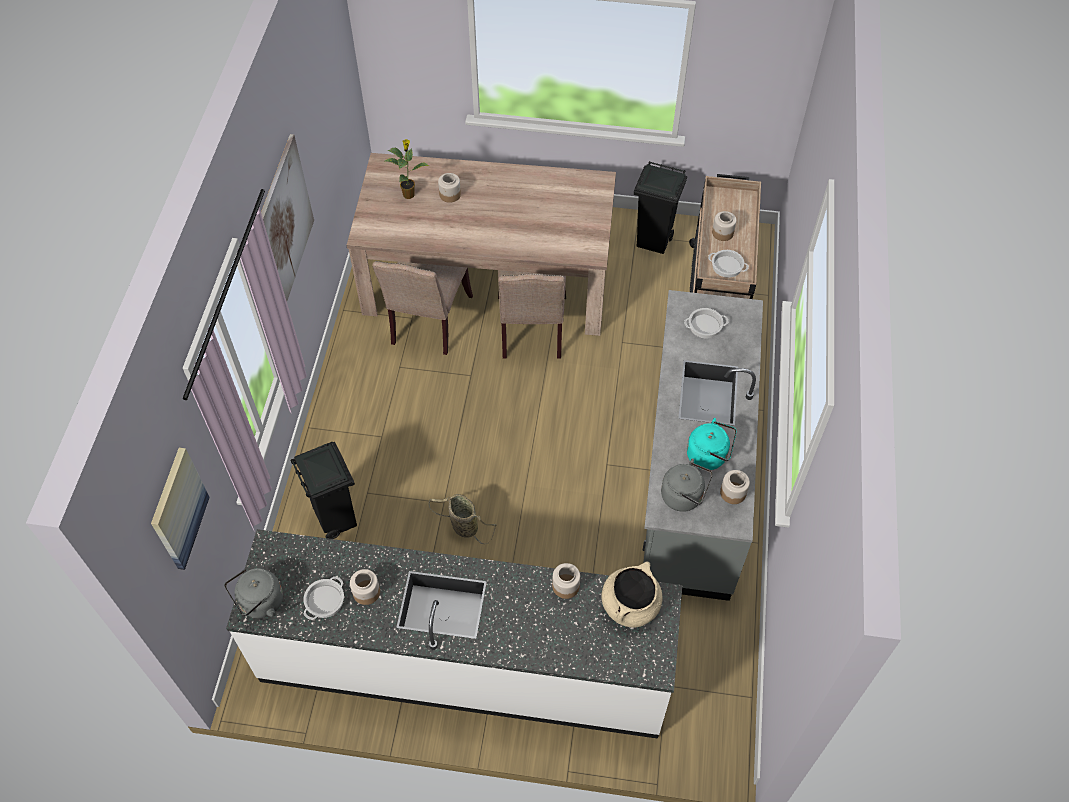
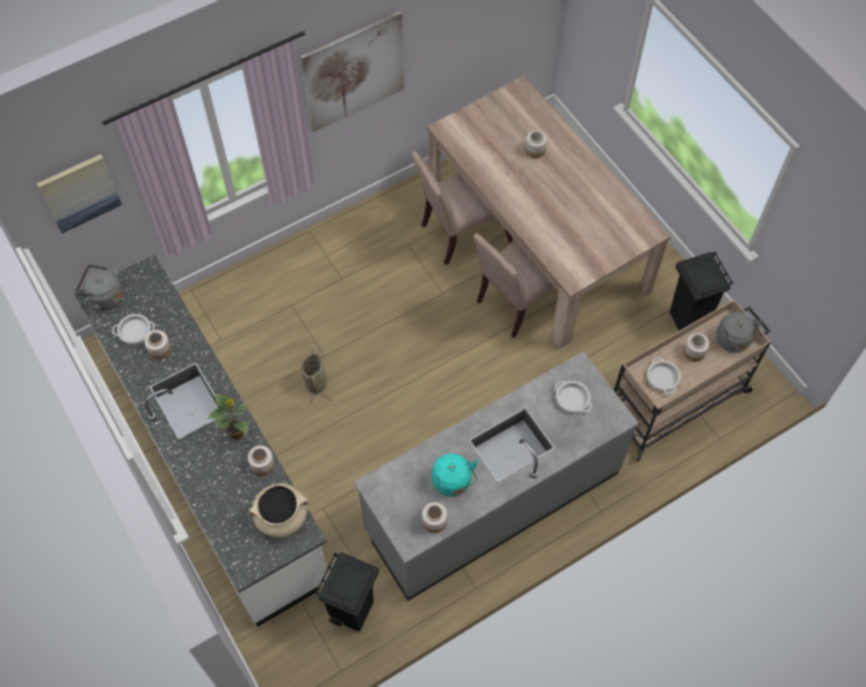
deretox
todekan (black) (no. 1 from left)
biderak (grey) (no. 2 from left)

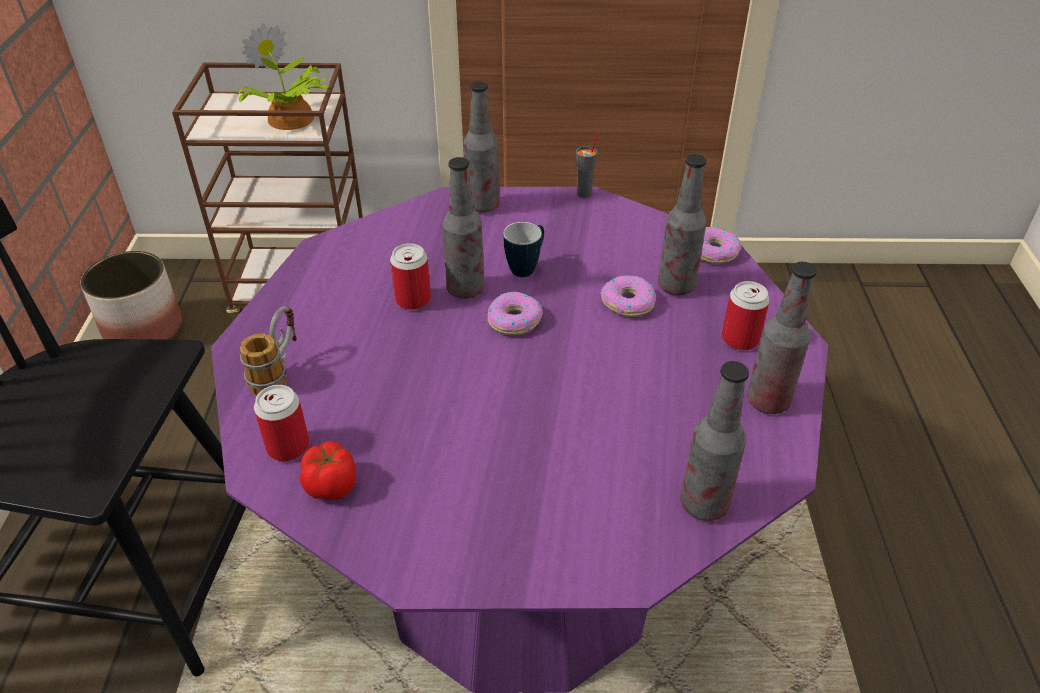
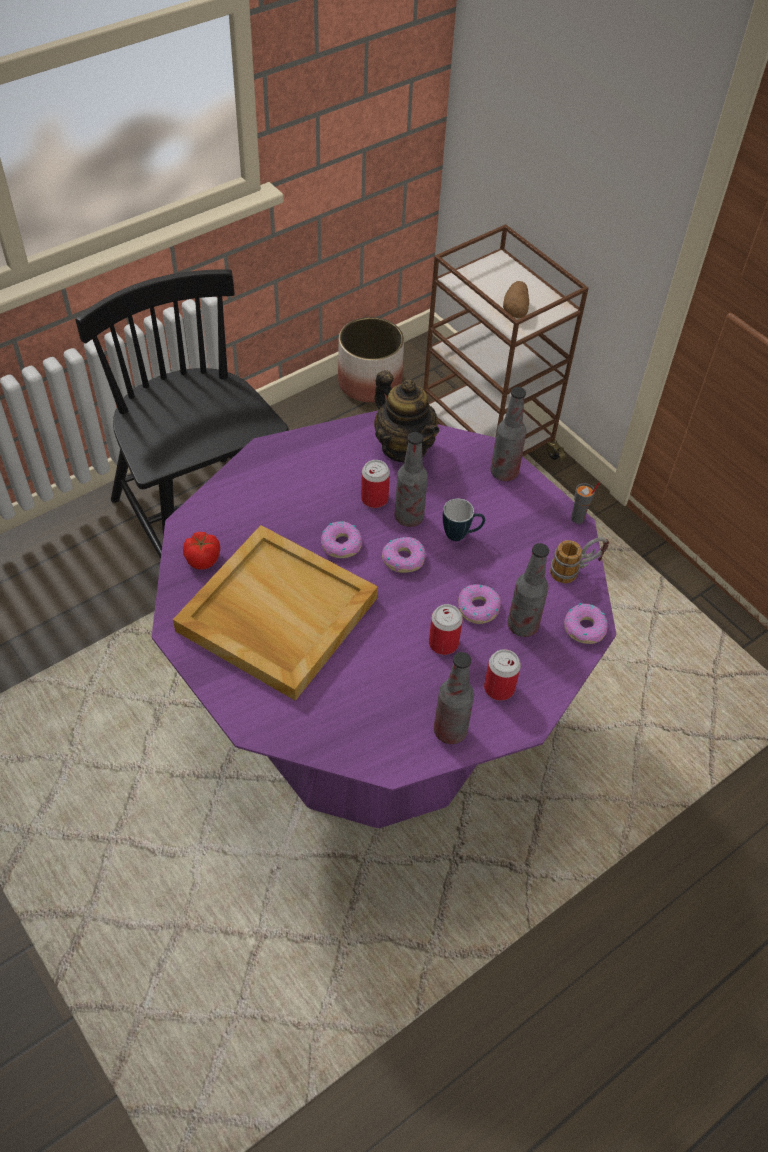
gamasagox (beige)
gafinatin (no. 1 from left)
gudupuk
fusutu (no. 2 from left)
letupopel
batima (no. 2 from left)
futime (no. 4 from left in the first image)

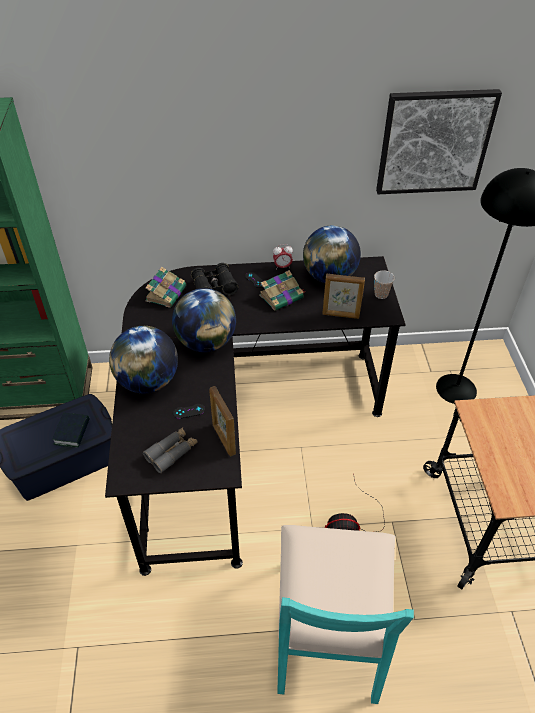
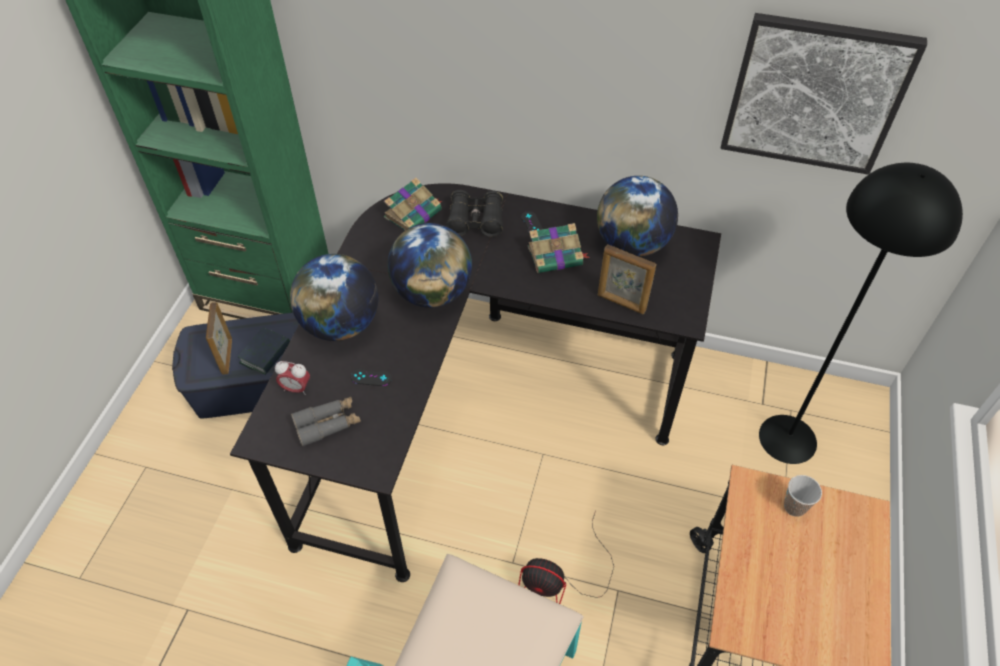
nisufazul (no. 1 from left)
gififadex
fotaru

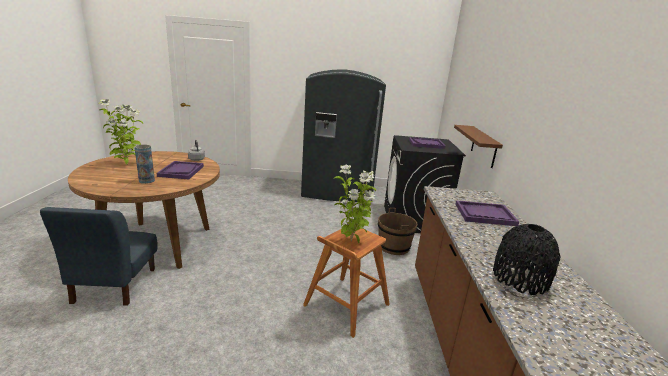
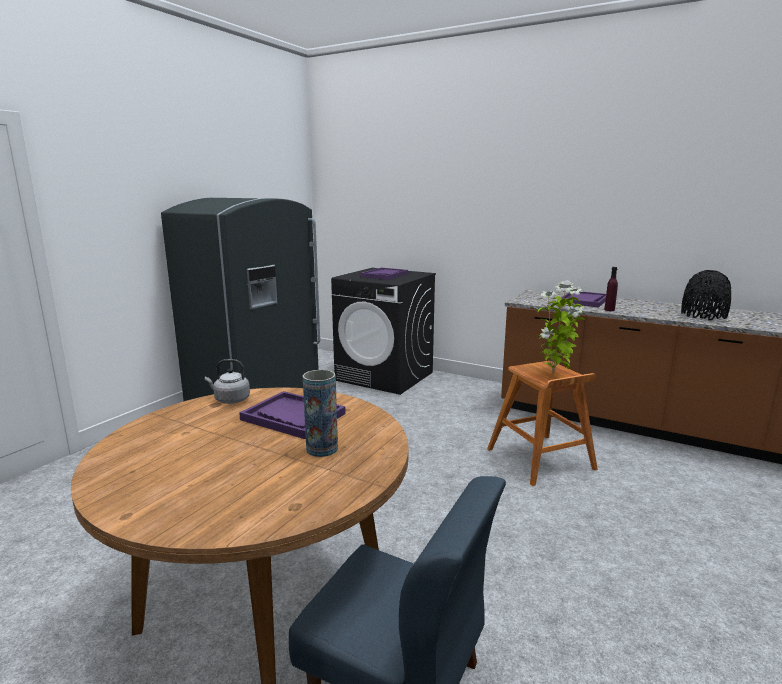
futime (purple)
deretox (no. 1 from left in the first image)
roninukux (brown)
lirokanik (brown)

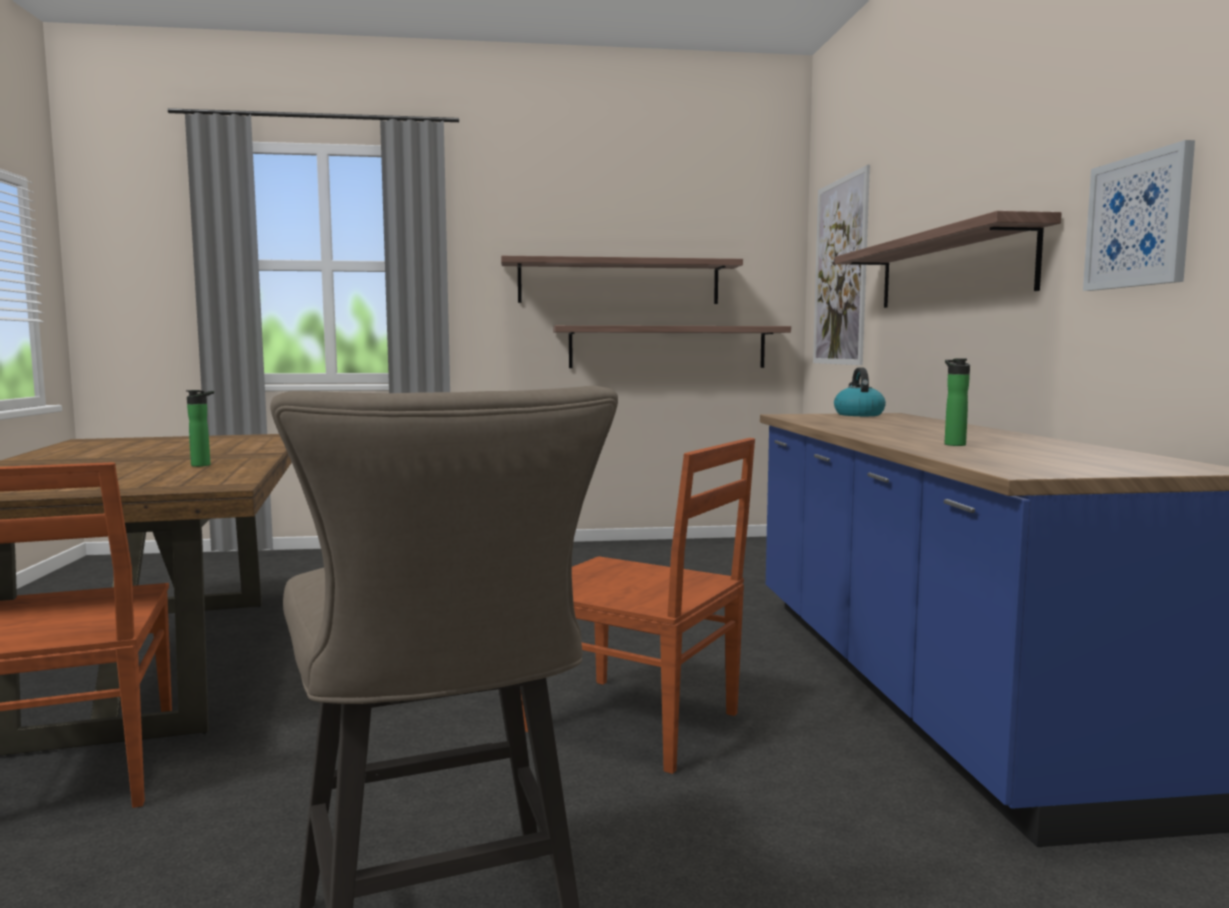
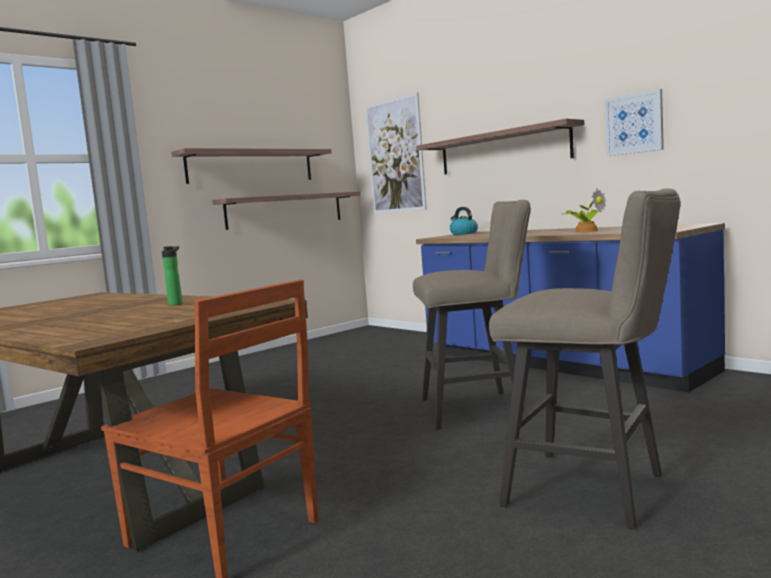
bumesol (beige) (no. 1 from left)
deretox

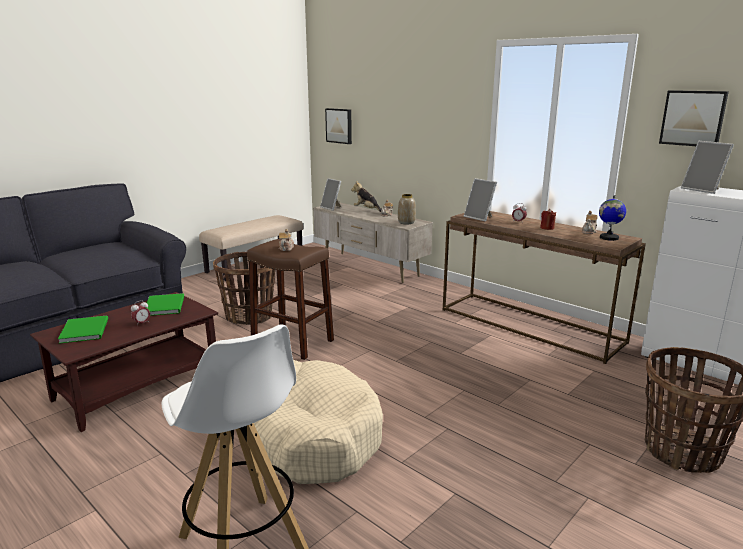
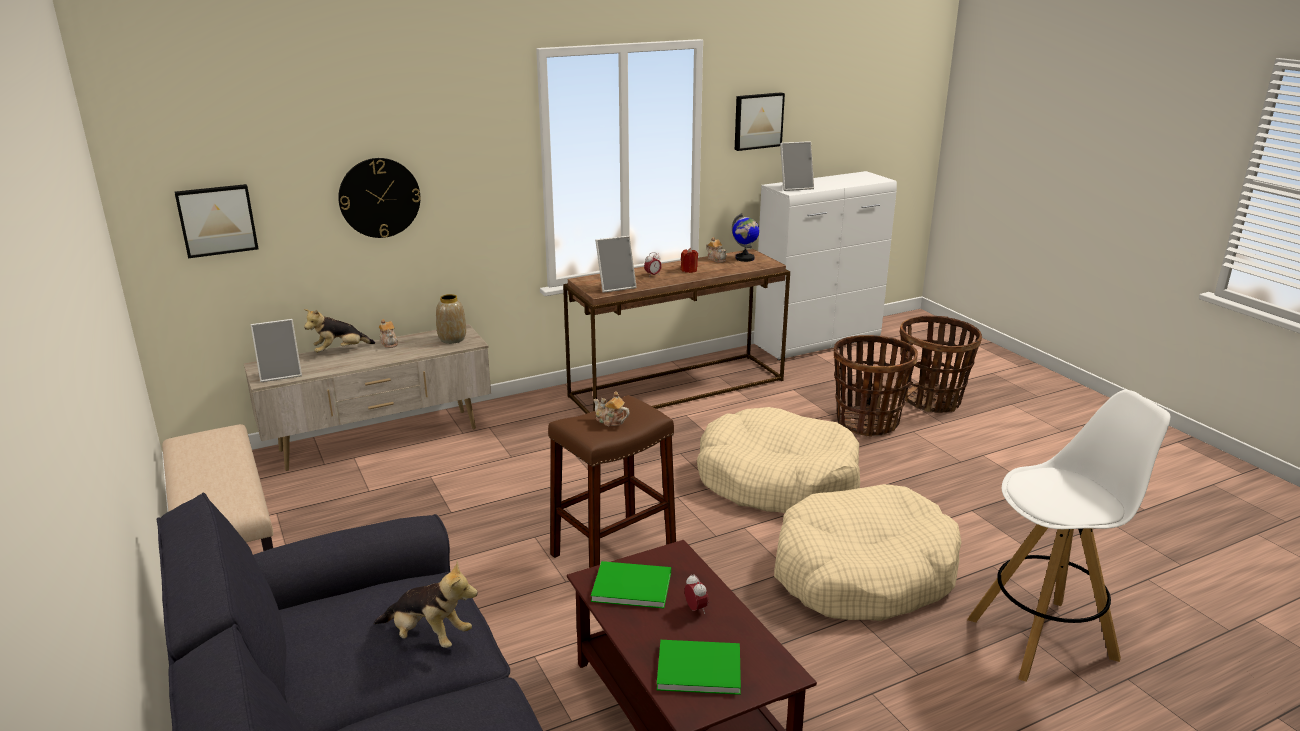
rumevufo
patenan (no. 2 from left)
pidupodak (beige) (no. 1 from left)
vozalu (no. 1 from left)

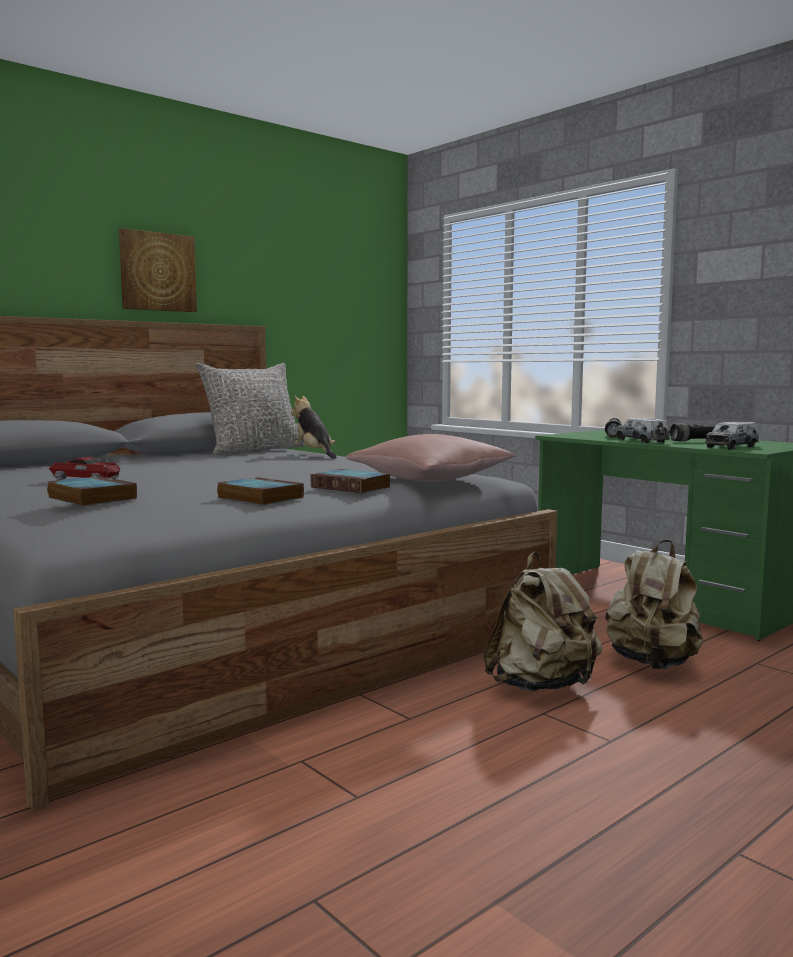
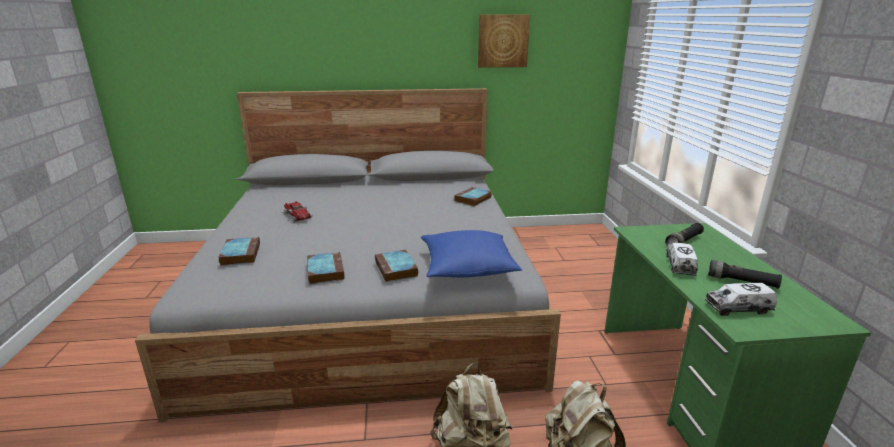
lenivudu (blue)
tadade (no. 4 from left)
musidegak
lenivudu (grey)

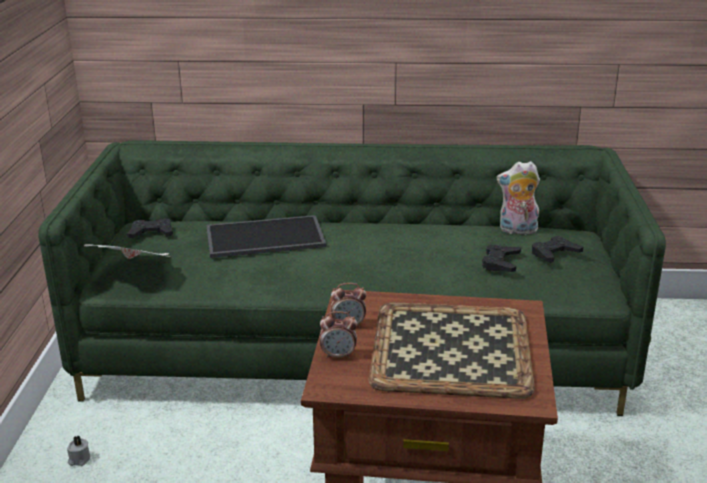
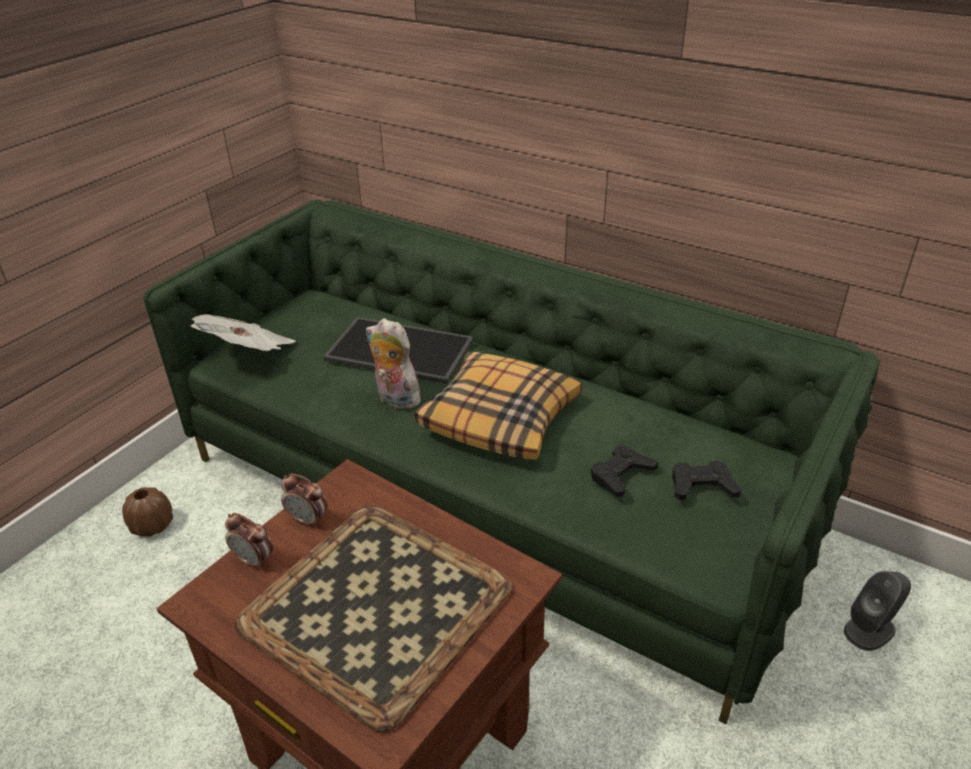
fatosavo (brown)
patenan
lenivudu
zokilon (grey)
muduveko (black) (no. 1 from left in the first image)

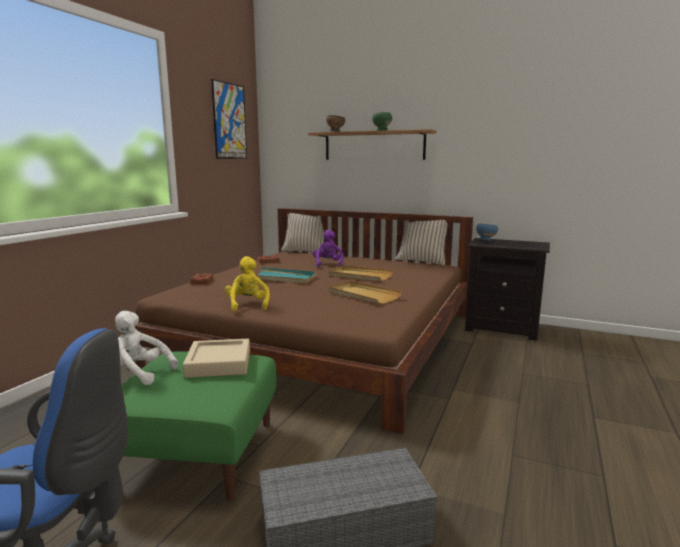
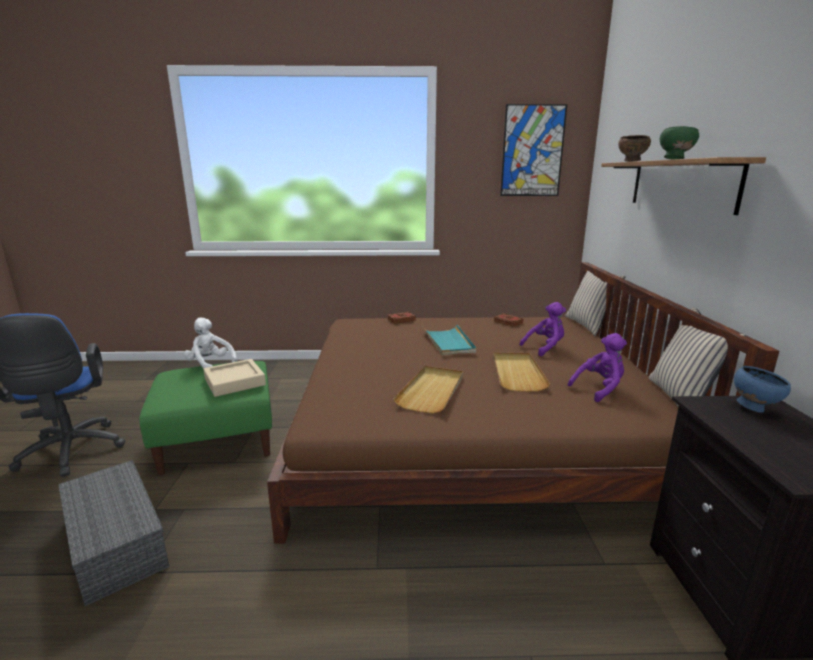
patenan (white)
patenan (purple) (no. 2 from left)
patenan (yellow)

